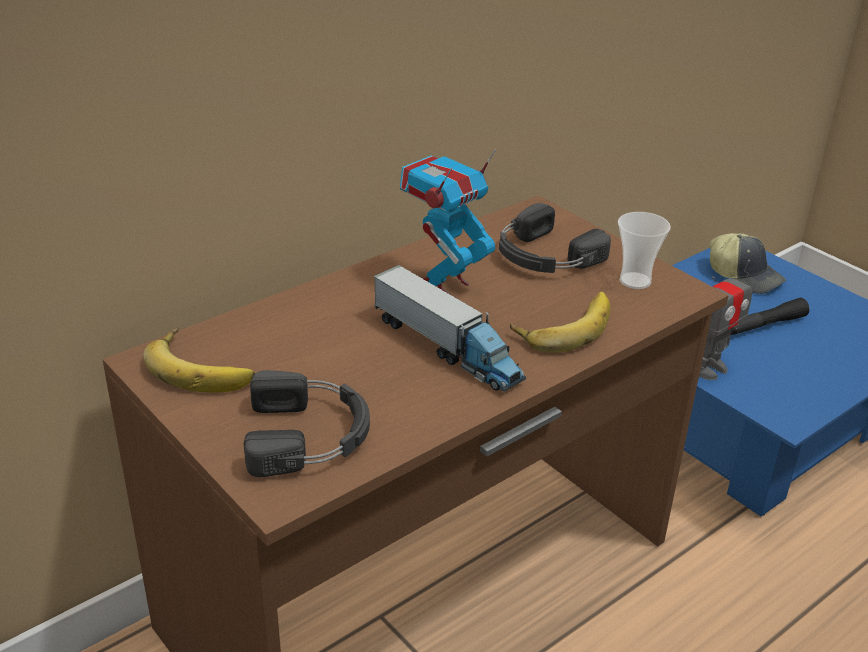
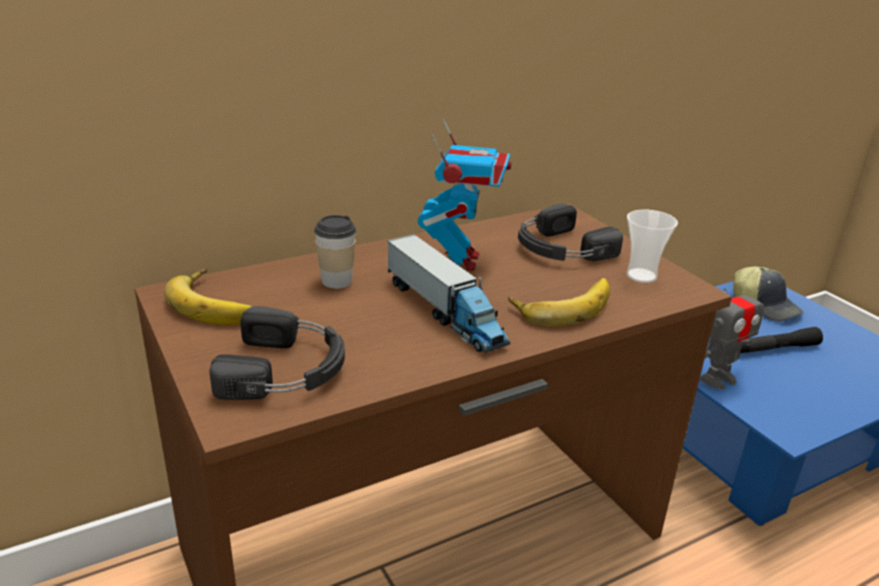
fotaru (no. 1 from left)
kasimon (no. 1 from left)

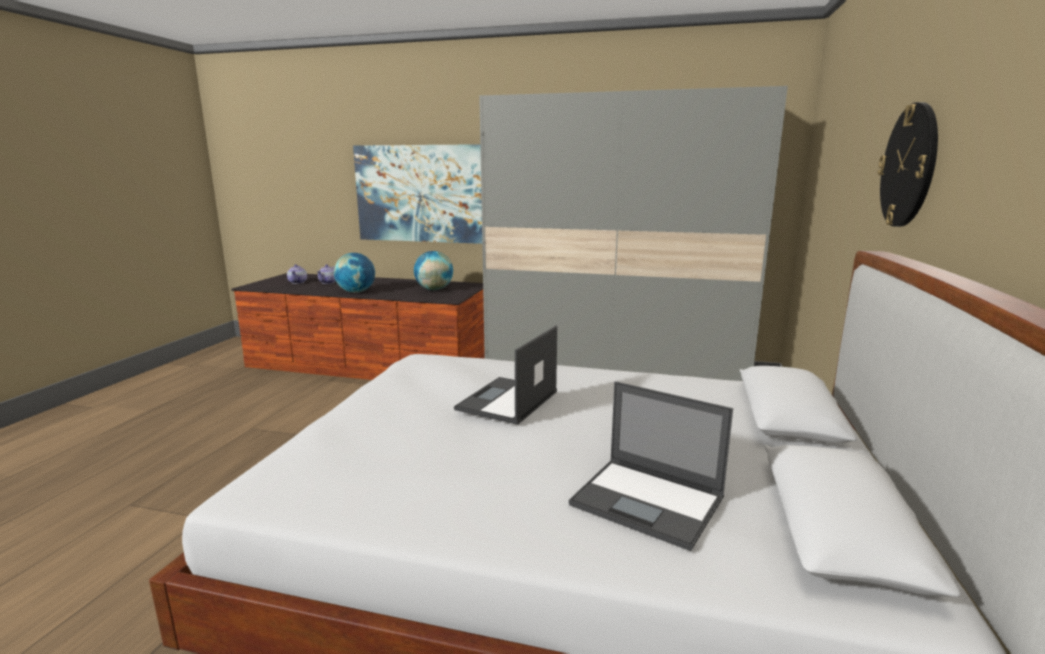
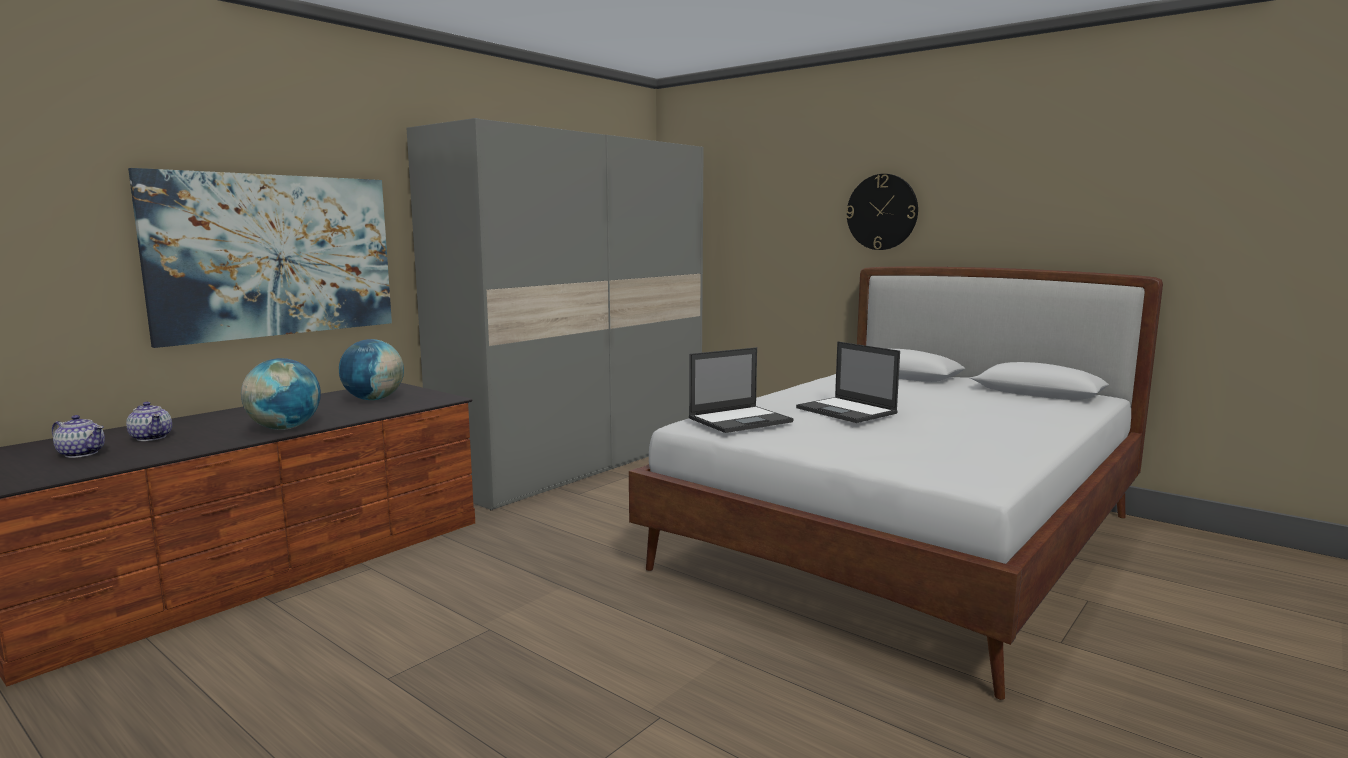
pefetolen (no. 1 from left)

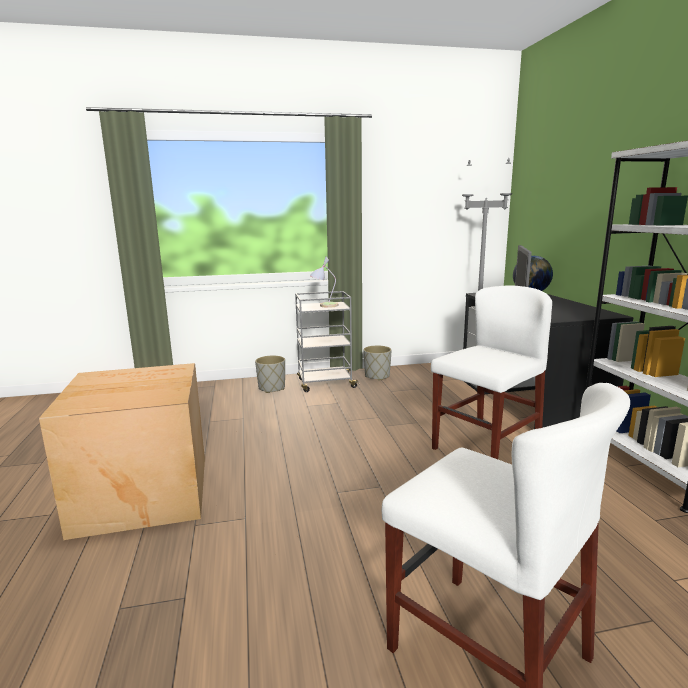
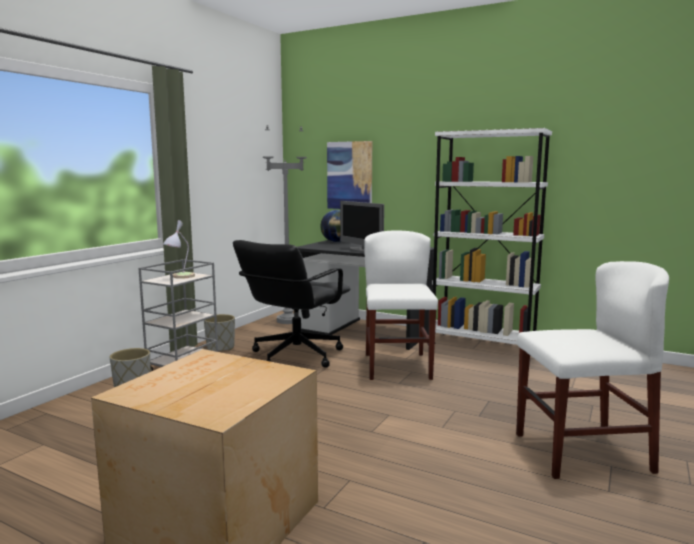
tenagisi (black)
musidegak

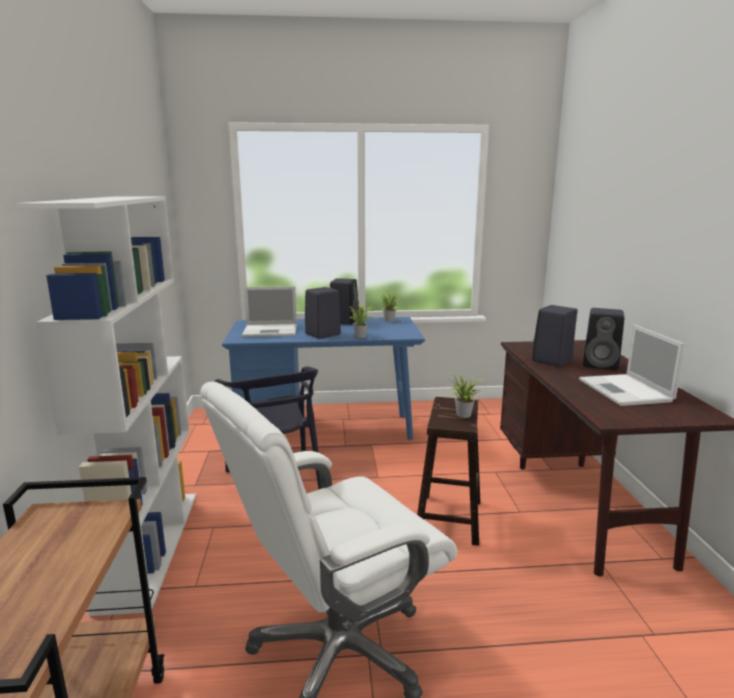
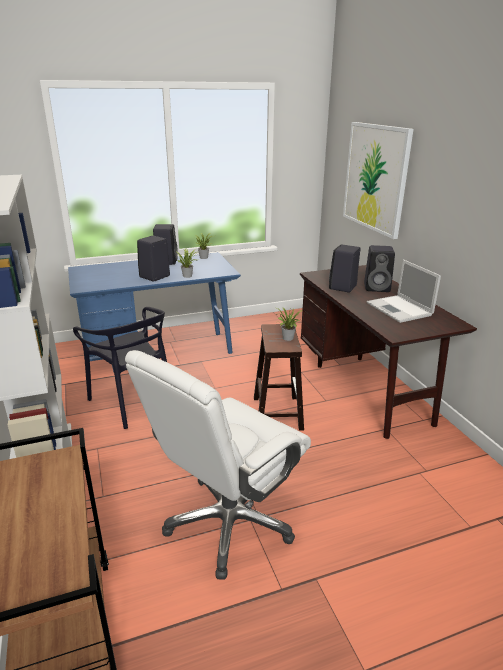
musidegak
pefetolen (no. 1 from left in the first image)

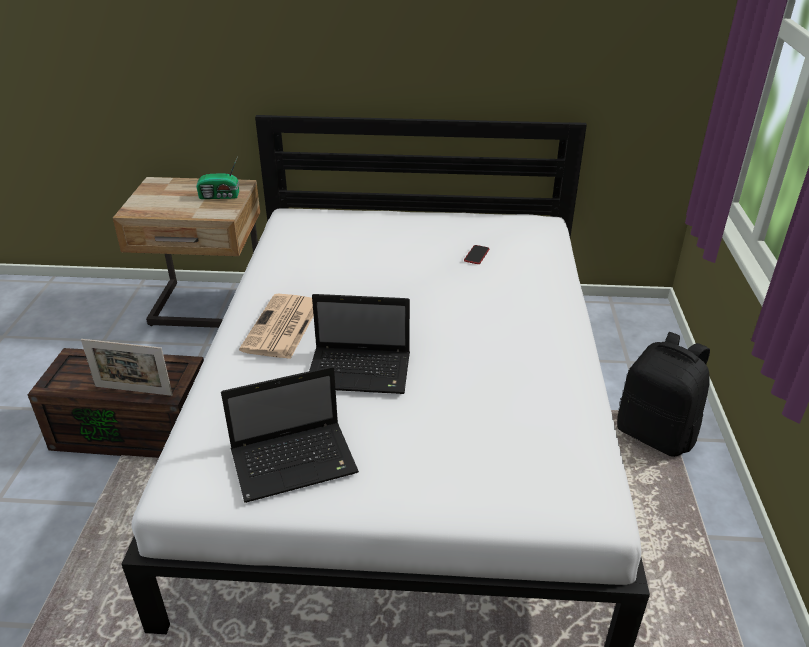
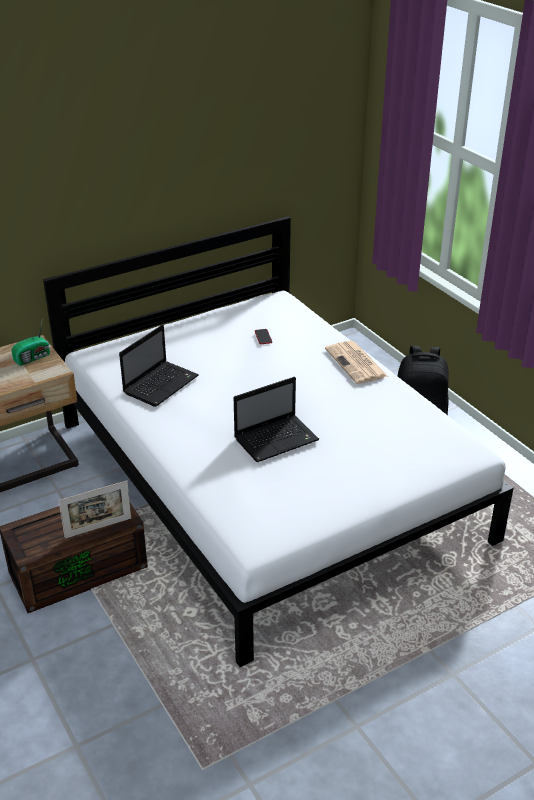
pefetolen (no. 1 from left)
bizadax

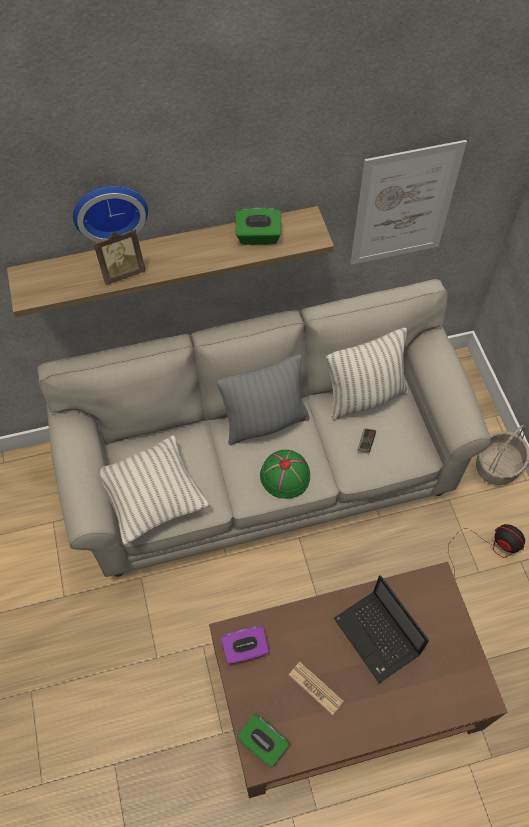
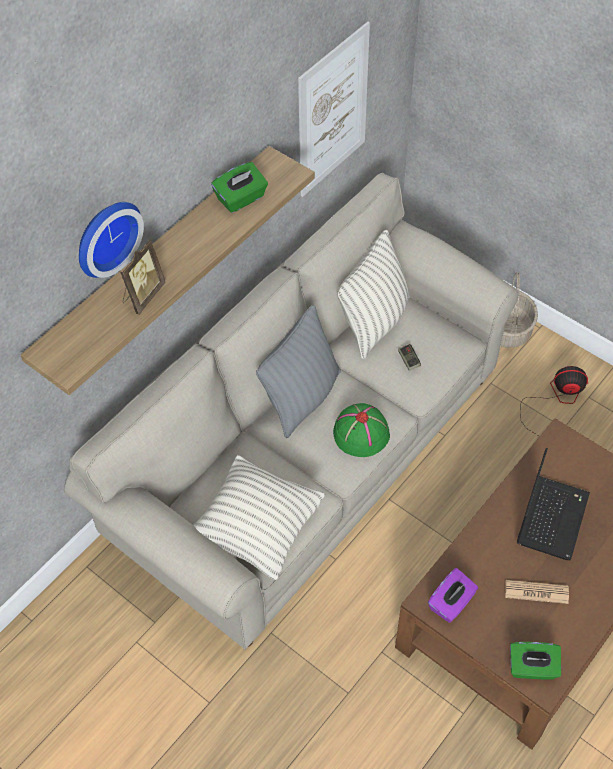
pefetolen

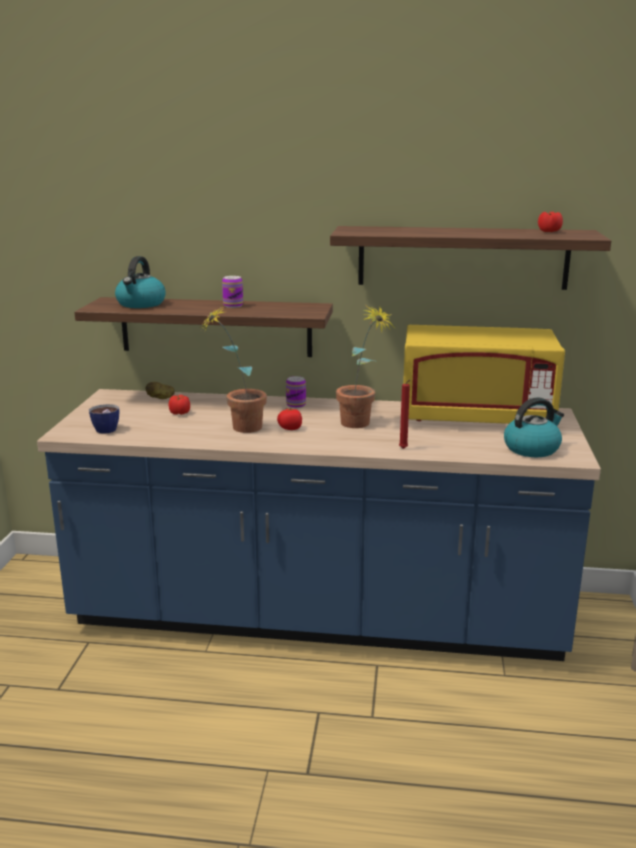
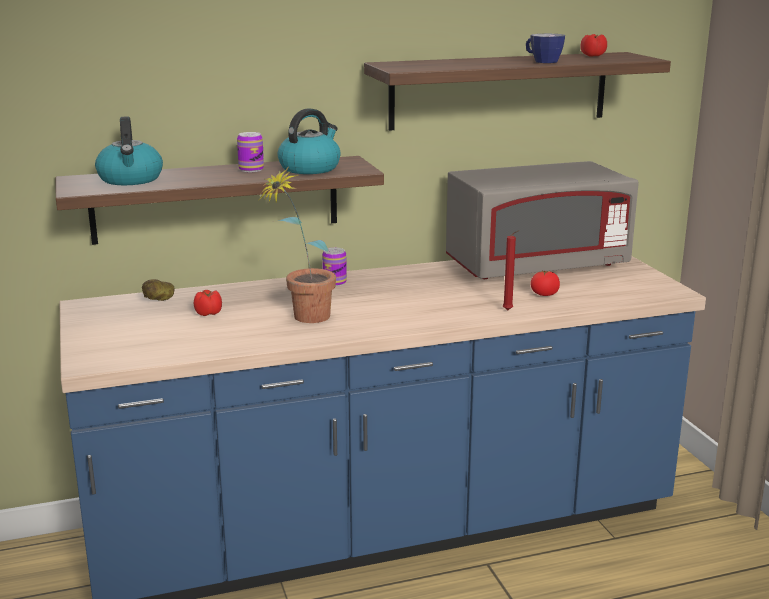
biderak (no. 2 from left)
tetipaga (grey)
fotaru
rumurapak (no. 2 from left)
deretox (no. 2 from left in the first image)

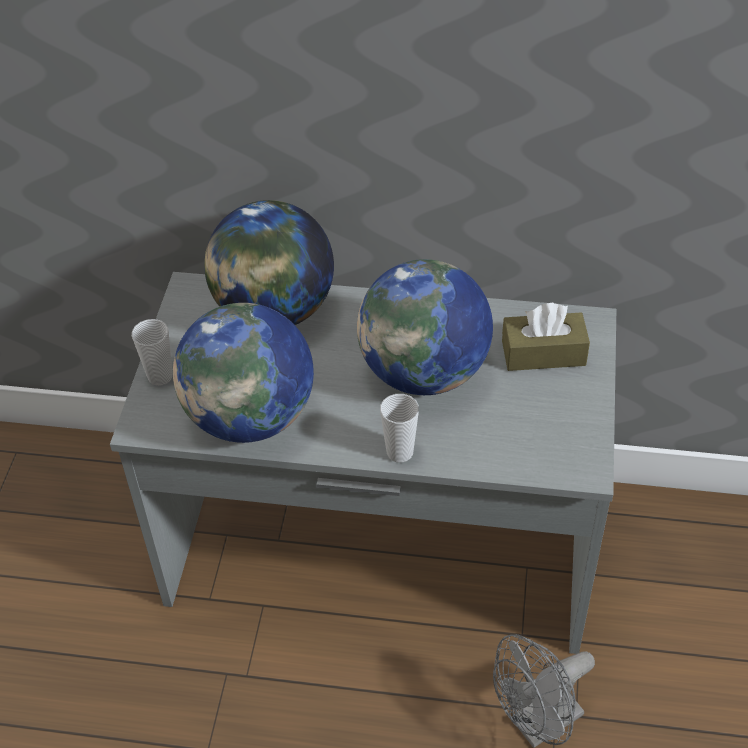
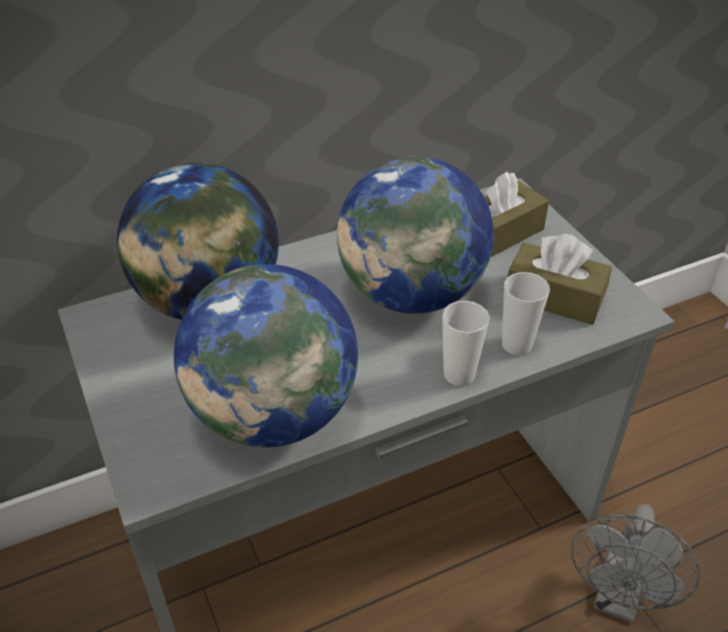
fotaru (no. 2 from left)
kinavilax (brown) (no. 2 from left)

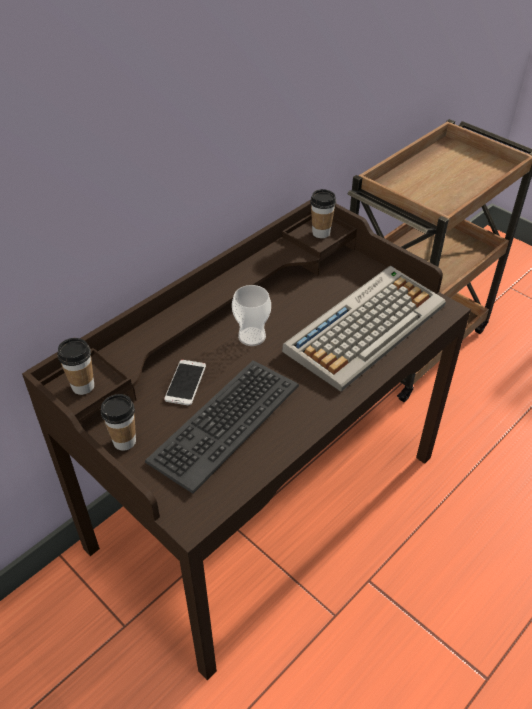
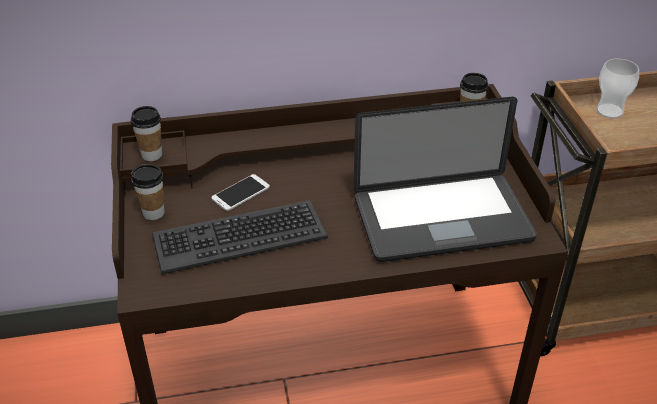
pefetolen
fotaru (no. 4 from left)

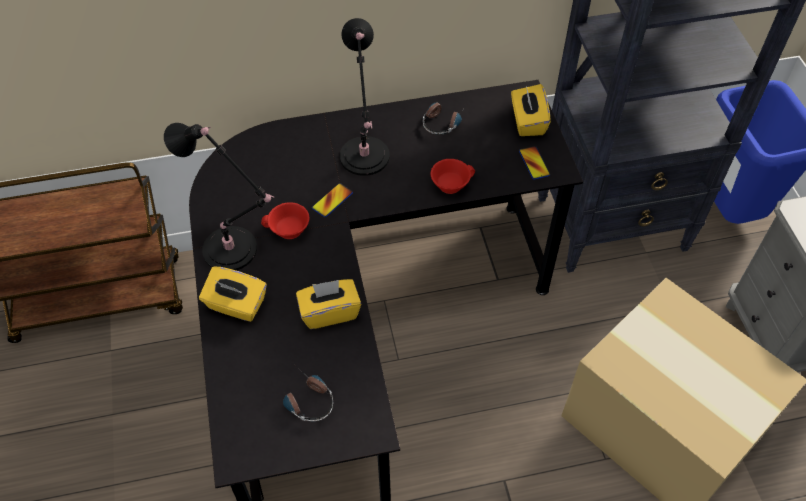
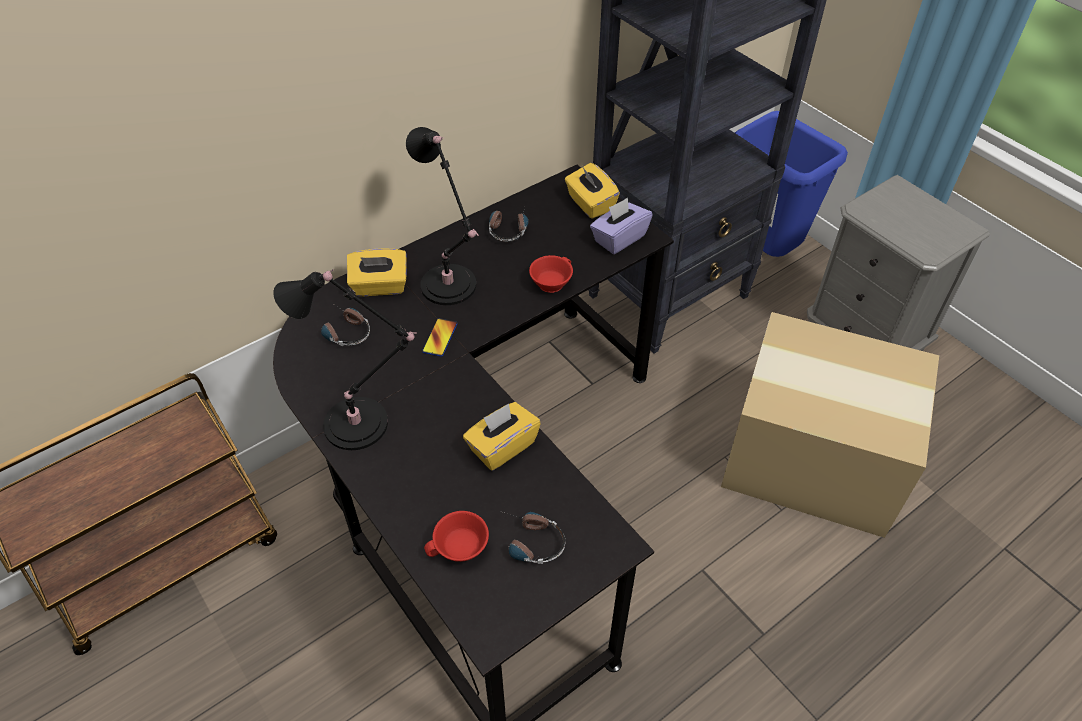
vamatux (no. 1 from left)
kinavilax (yellow) (no. 1 from left)
fotaru (red) (no. 1 from left)
kinavilax (purple)

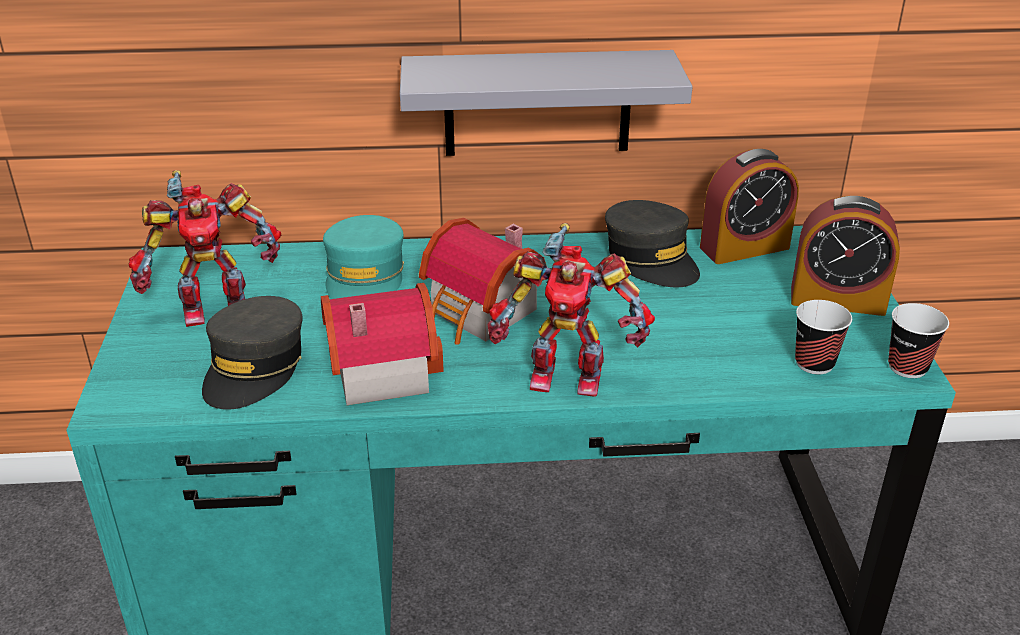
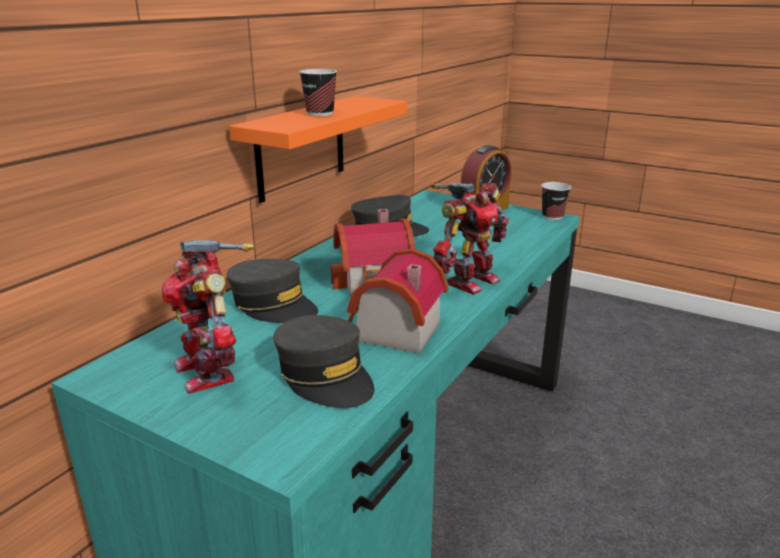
kasimon (no. 1 from left)
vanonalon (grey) (no. 1 from left)
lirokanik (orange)
fotaru (no. 1 from left)
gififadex (no. 1 from left in the first image)

